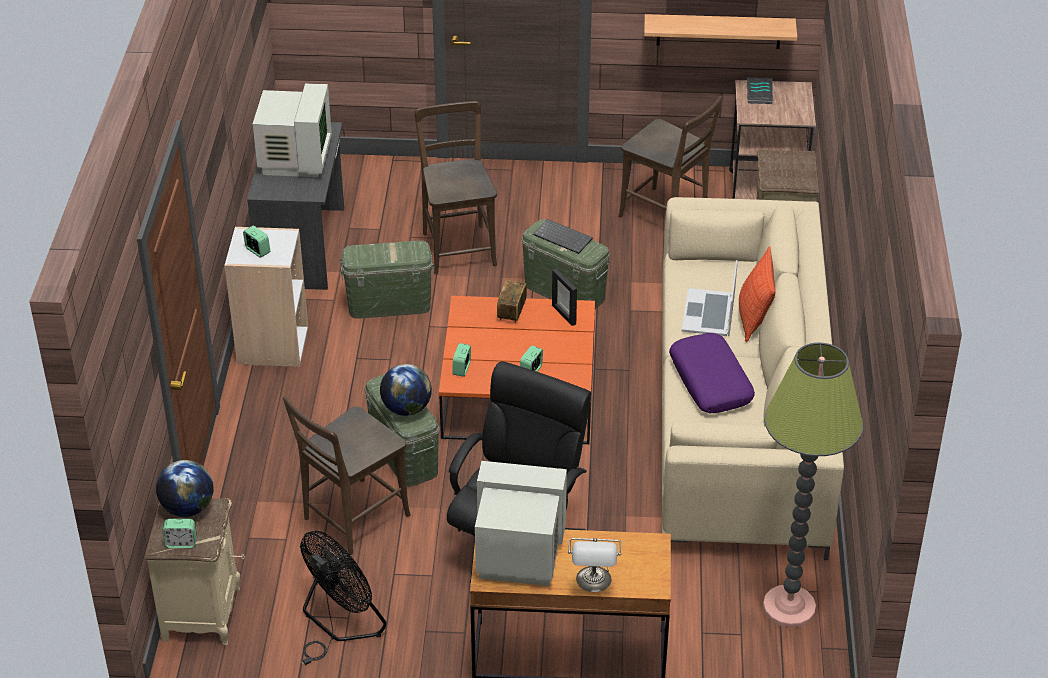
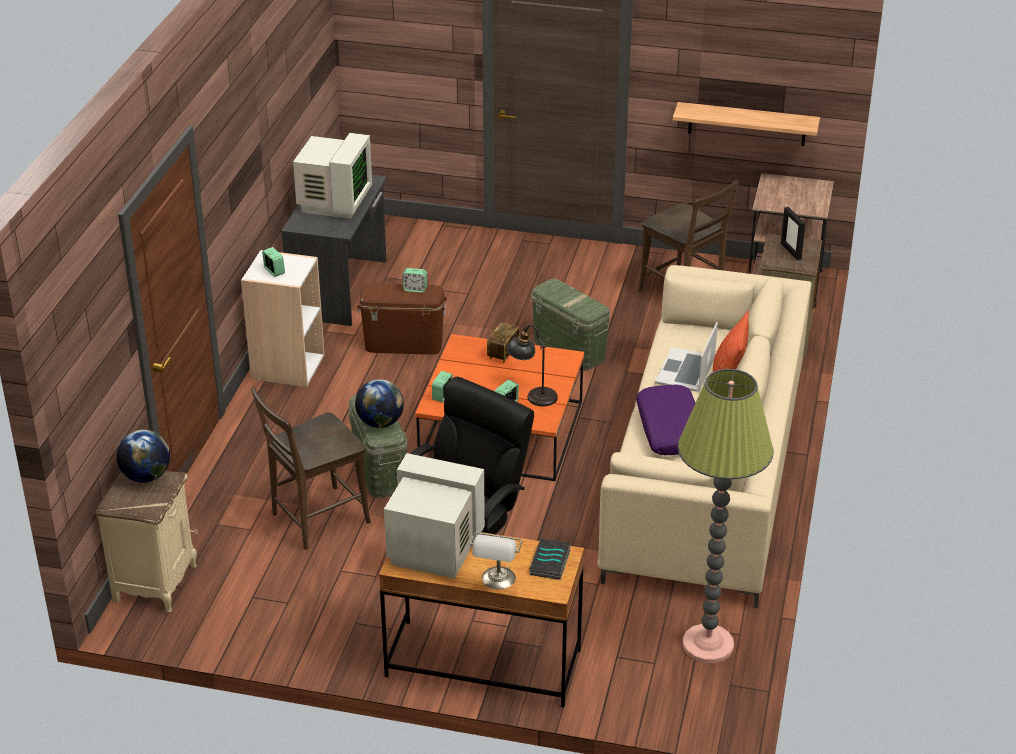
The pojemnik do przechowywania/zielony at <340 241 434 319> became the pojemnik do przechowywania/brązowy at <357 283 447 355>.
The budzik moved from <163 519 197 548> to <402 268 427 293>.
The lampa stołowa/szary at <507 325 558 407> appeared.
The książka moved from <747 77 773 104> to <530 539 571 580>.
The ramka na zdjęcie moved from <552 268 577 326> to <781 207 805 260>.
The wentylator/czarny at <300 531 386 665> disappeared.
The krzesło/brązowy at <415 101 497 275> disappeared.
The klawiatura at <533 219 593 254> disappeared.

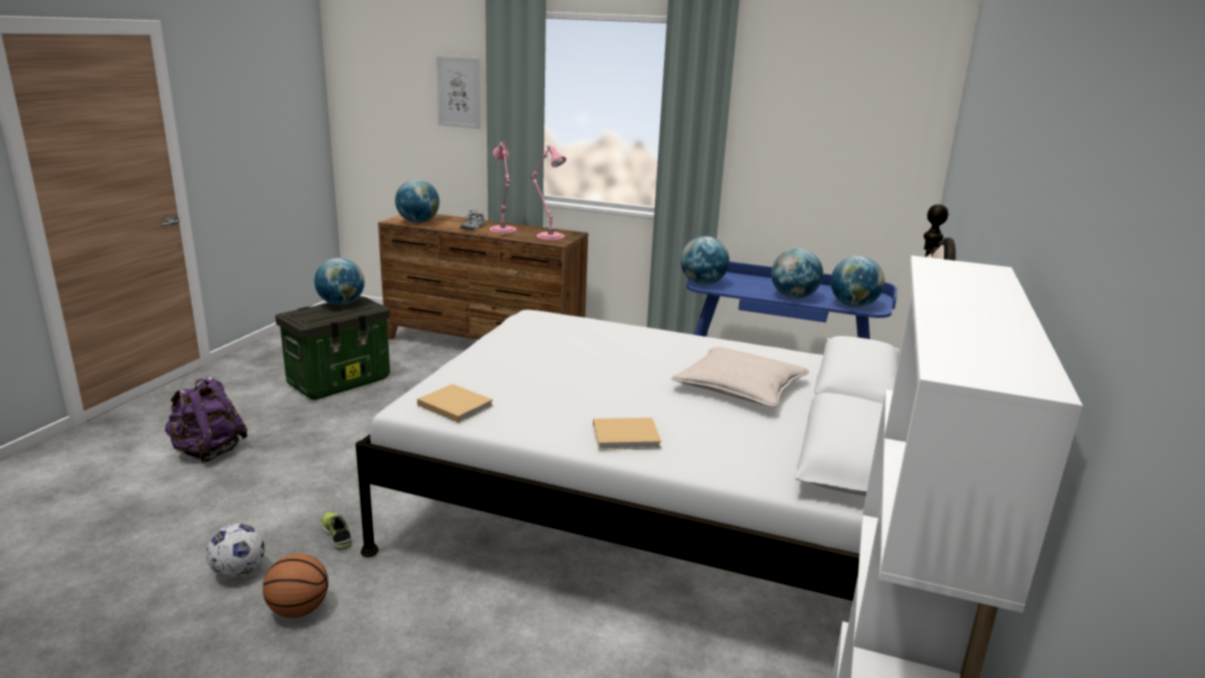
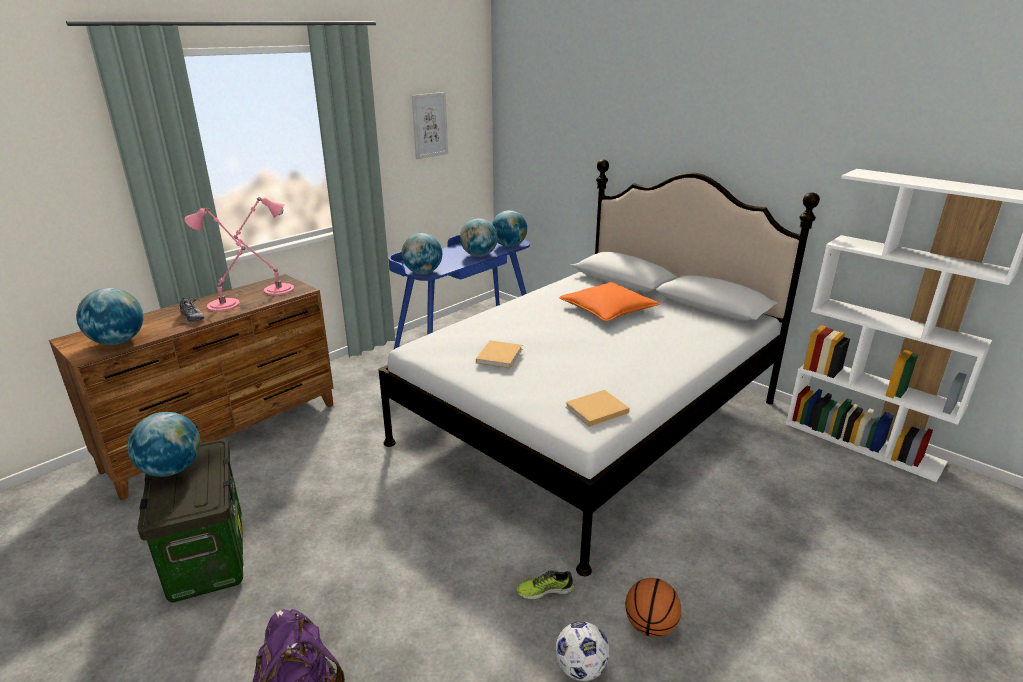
The obraz moved from <436 56 480 129> to <412 92 448 159>.
The książka/beżowy moved from <593 418 662 450> to <476 340 522 368>.
The poduszka/beżowy at <671 347 809 407> became the poduszka/pomarańczowy at <560 282 659 321>.

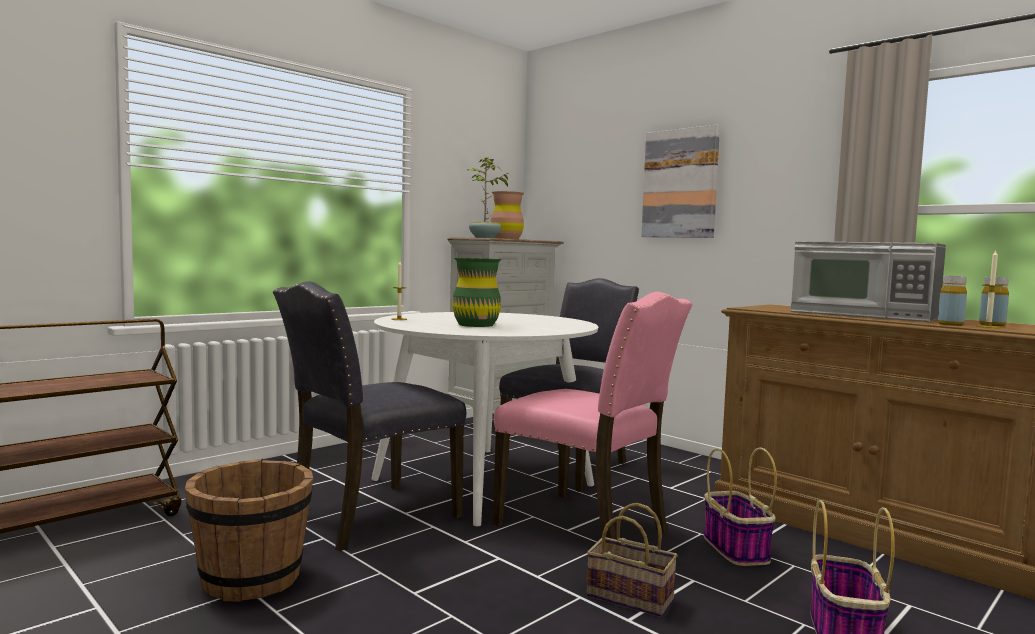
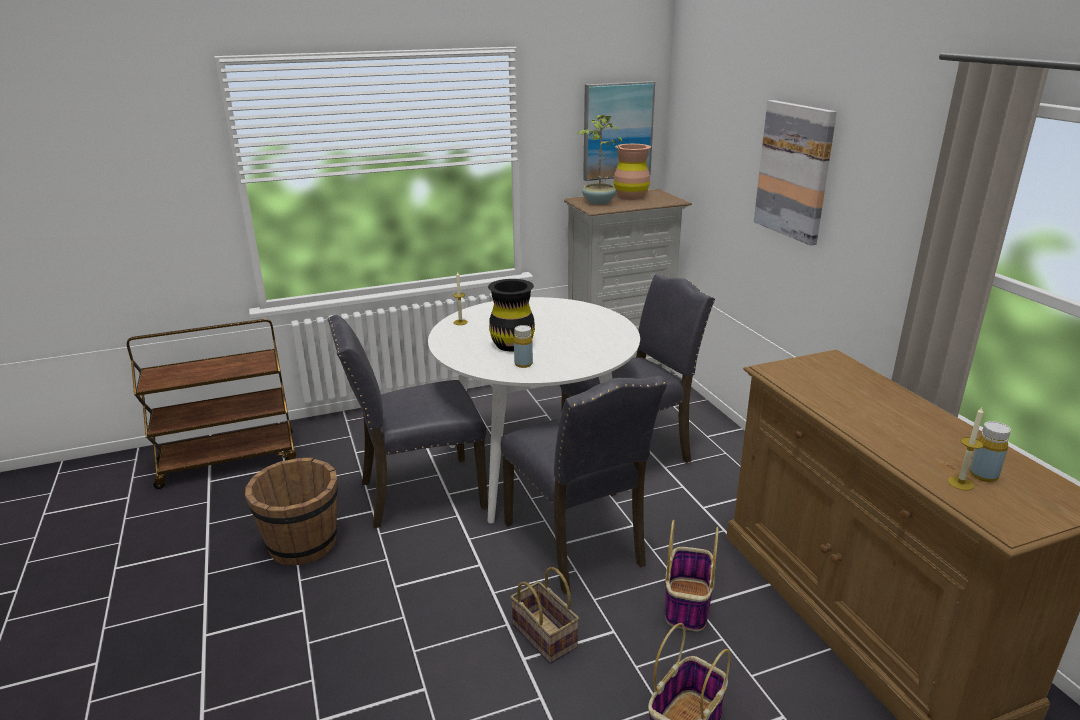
The wazon/zielony at <452 258 501 327> became the wazon/czarny at <488 279 535 351>.
The krzesło/różowy at <493 292 693 539> became the krzesło/szary at <501 376 667 594>.
The butelka/żółty moved from <938 276 967 326> to <514 325 533 368>.
The obraz at <583 81 655 181> appeared.
The mikrofalówka at <791 241 946 322> disappeared.

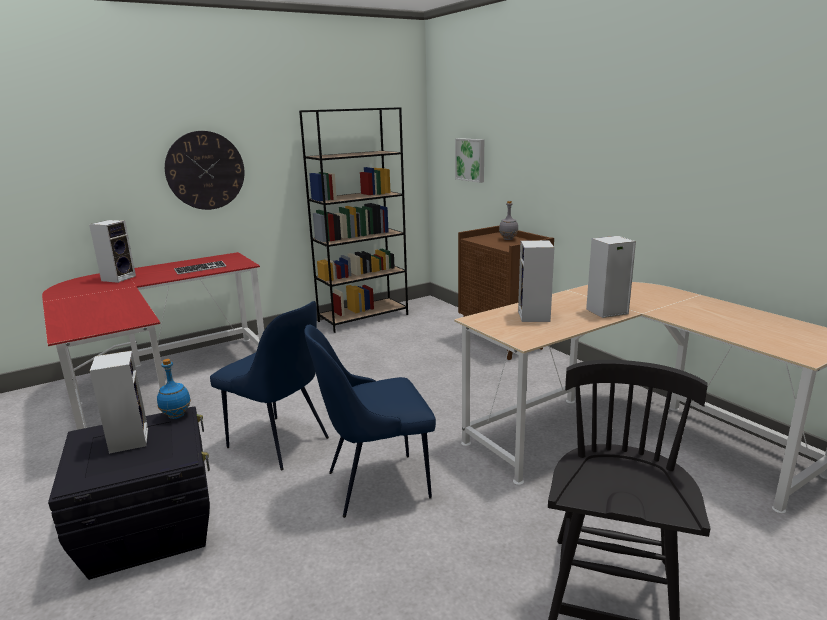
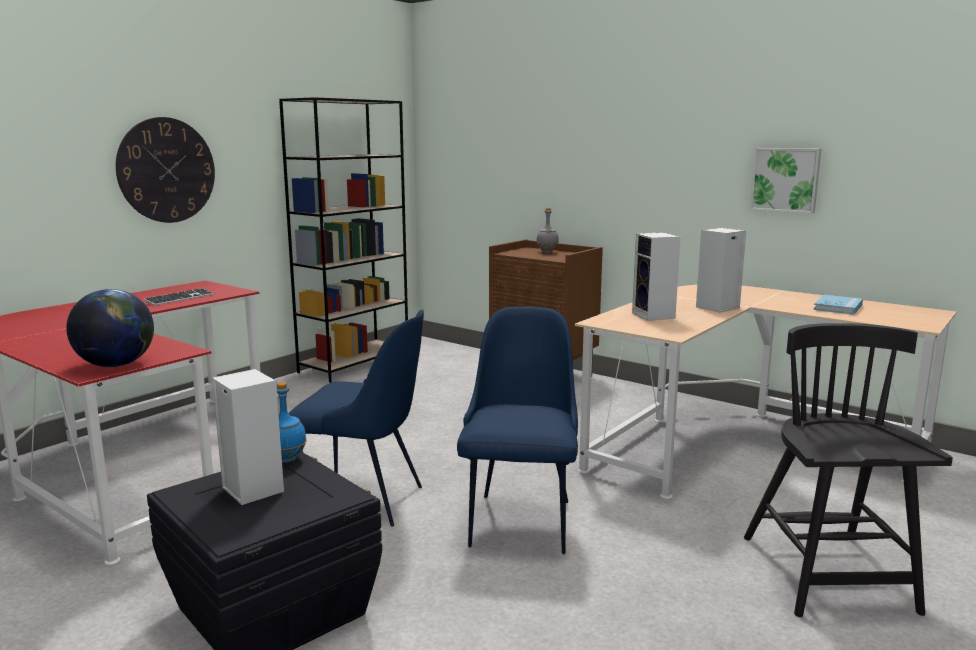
The globus at <66 289 154 367> appeared.
The krzesło/niebieski at <305 325 436 518> turned 135 degrees clockwise.
The obraz moved from <455 138 484 183> to <750 148 822 214>.
The książka/niebieski at <814 295 863 315> appeared.
The głośnik at <89 220 136 283> disappeared.

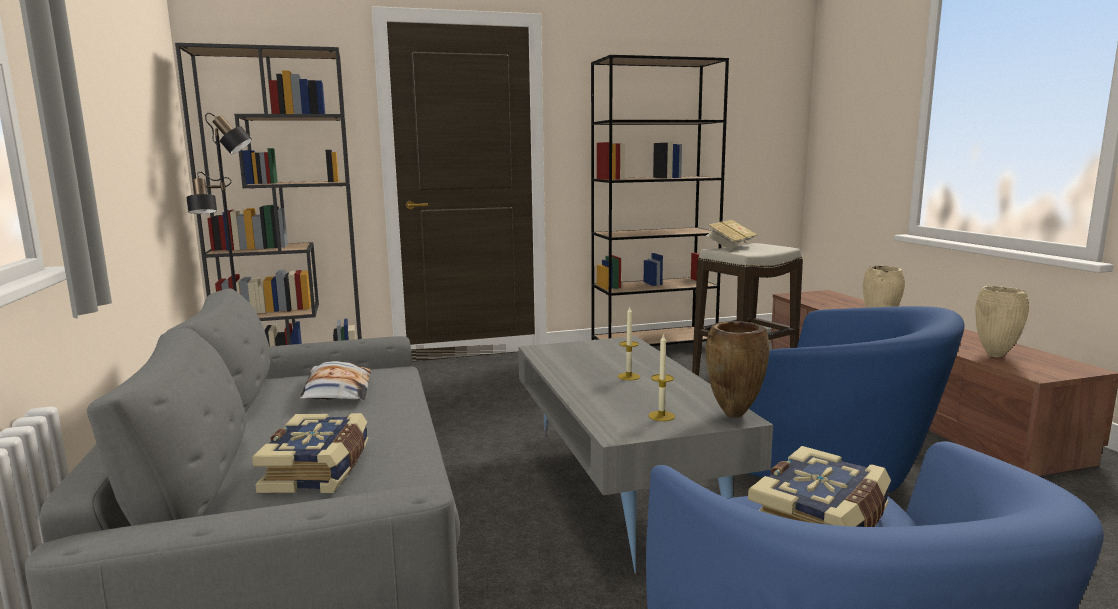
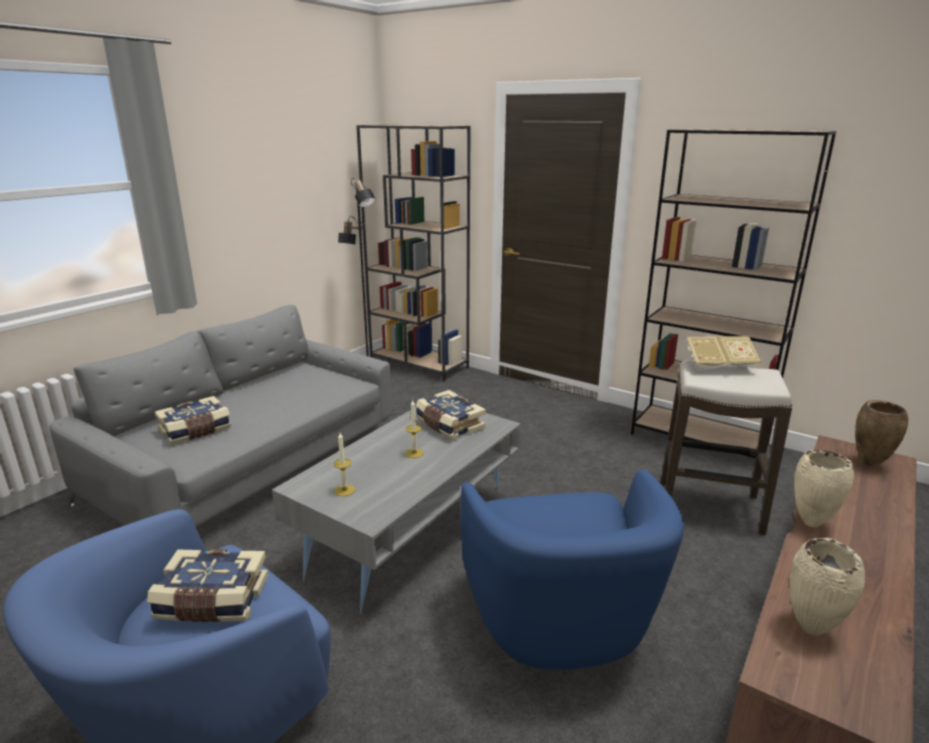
The książka at <416 390 486 440> appeared.
The wazon/brązowy moved from <706 321 769 418> to <855 400 908 467>.
The poduszka at <300 361 371 400> disappeared.

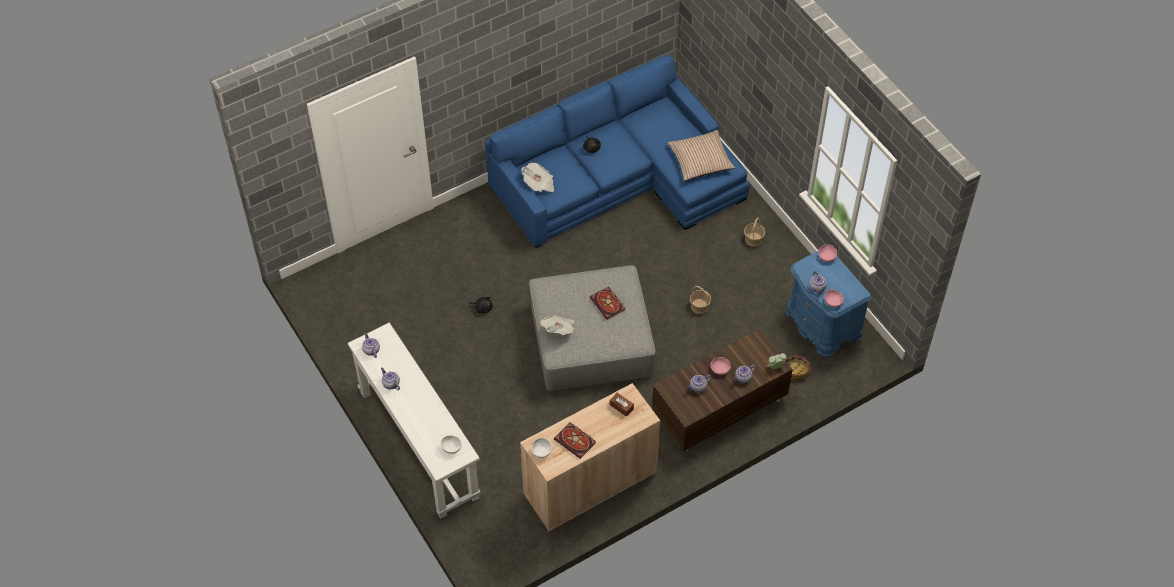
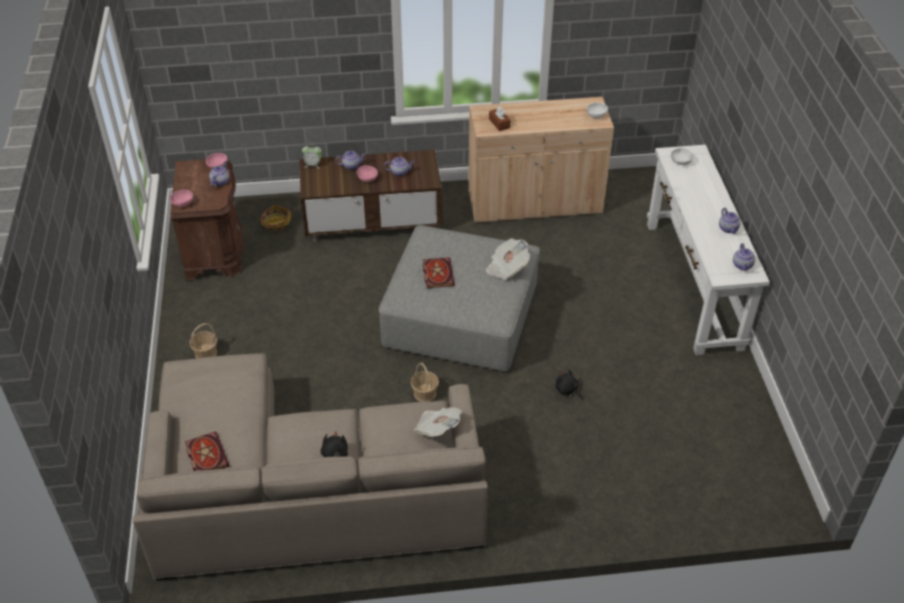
The kanapa/niebieski at <485 54 750 248> became the kanapa/beżowy at <133 353 488 580>.
The szafka nocna/niebieski at <786 251 872 356> became the szafka nocna/brązowy at <170 159 244 280>.
The książka moved from <554 422 596 459> to <185 431 229 471>.
The koszyk moved from <690 286 711 314> to <411 363 439 402>.
The poduszka at <668 130 735 181> disappeared.

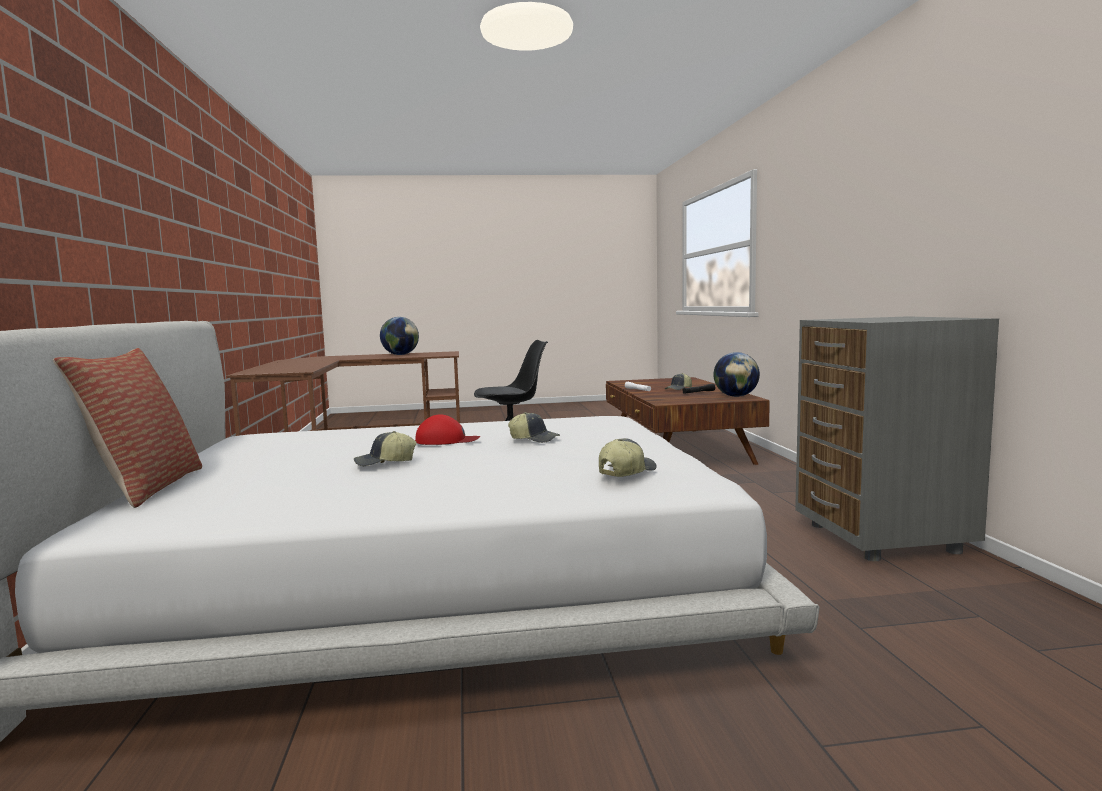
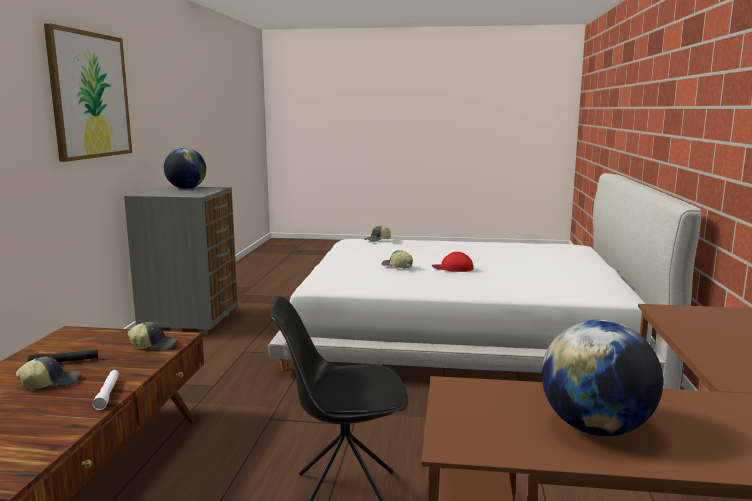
The obraz at <44 23 132 162> appeared.
The czapka z daszkiem moved from <354 431 417 466> to <128 322 178 350>.
The globus moved from <713 352 760 397> to <164 148 206 189>.
The poduszka at <53 348 202 508> disappeared.

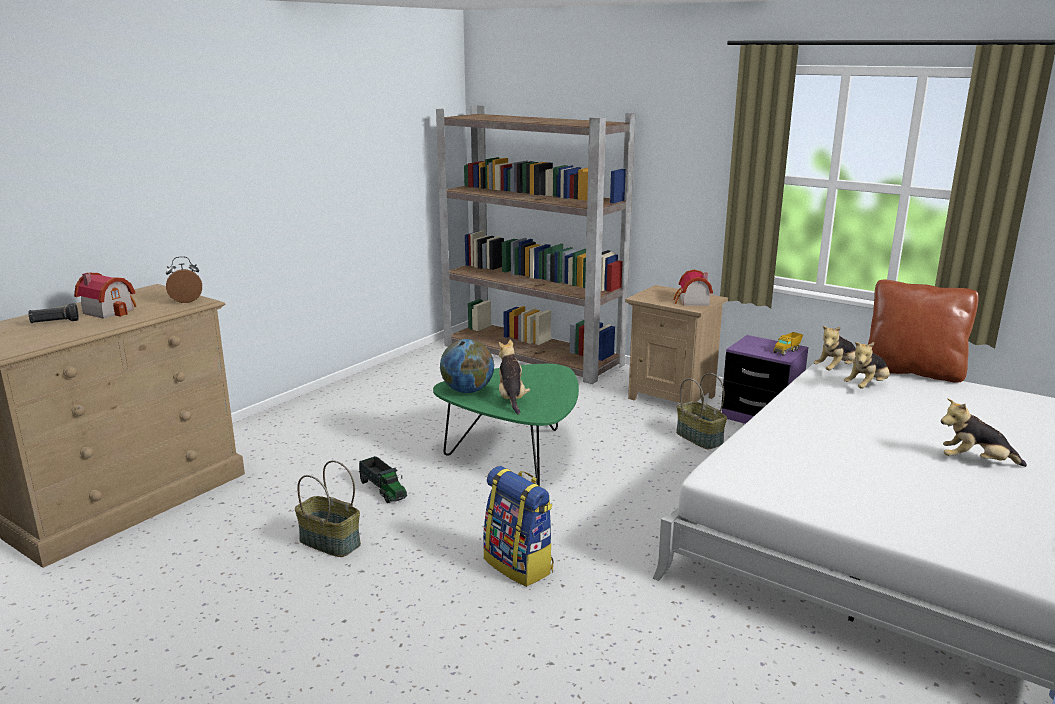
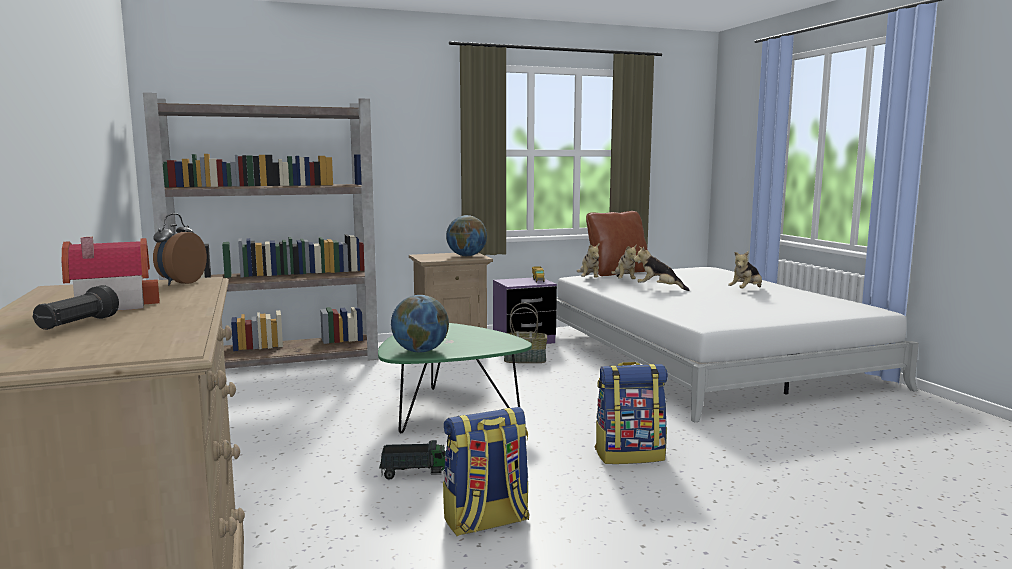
The koszyk at <295 460 361 557> was replaced by the plecak at <443 407 530 536>.
The domek at <673 269 713 306> was replaced by the globus at <446 215 487 256>.
The pluszak moved from <499 339 530 415> to <633 247 689 291>.

